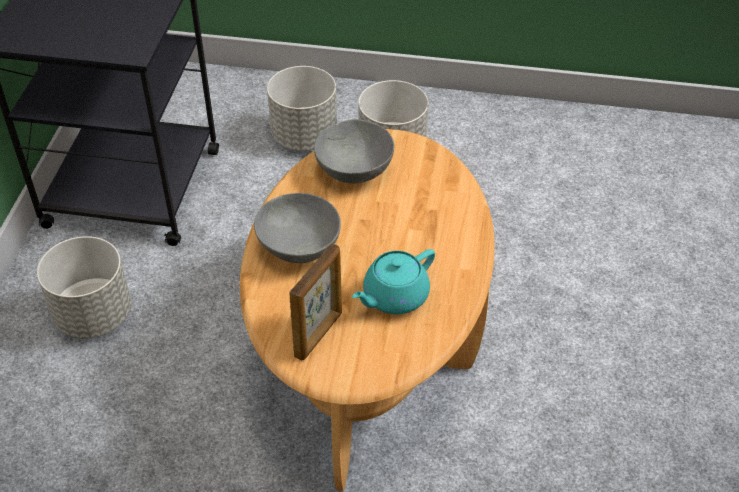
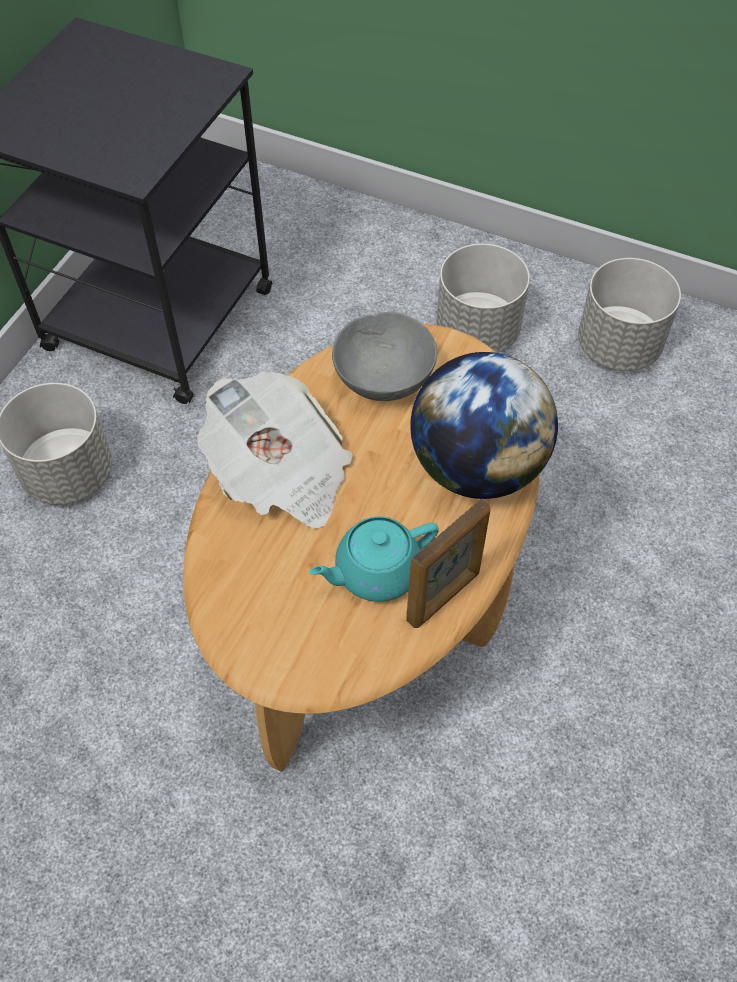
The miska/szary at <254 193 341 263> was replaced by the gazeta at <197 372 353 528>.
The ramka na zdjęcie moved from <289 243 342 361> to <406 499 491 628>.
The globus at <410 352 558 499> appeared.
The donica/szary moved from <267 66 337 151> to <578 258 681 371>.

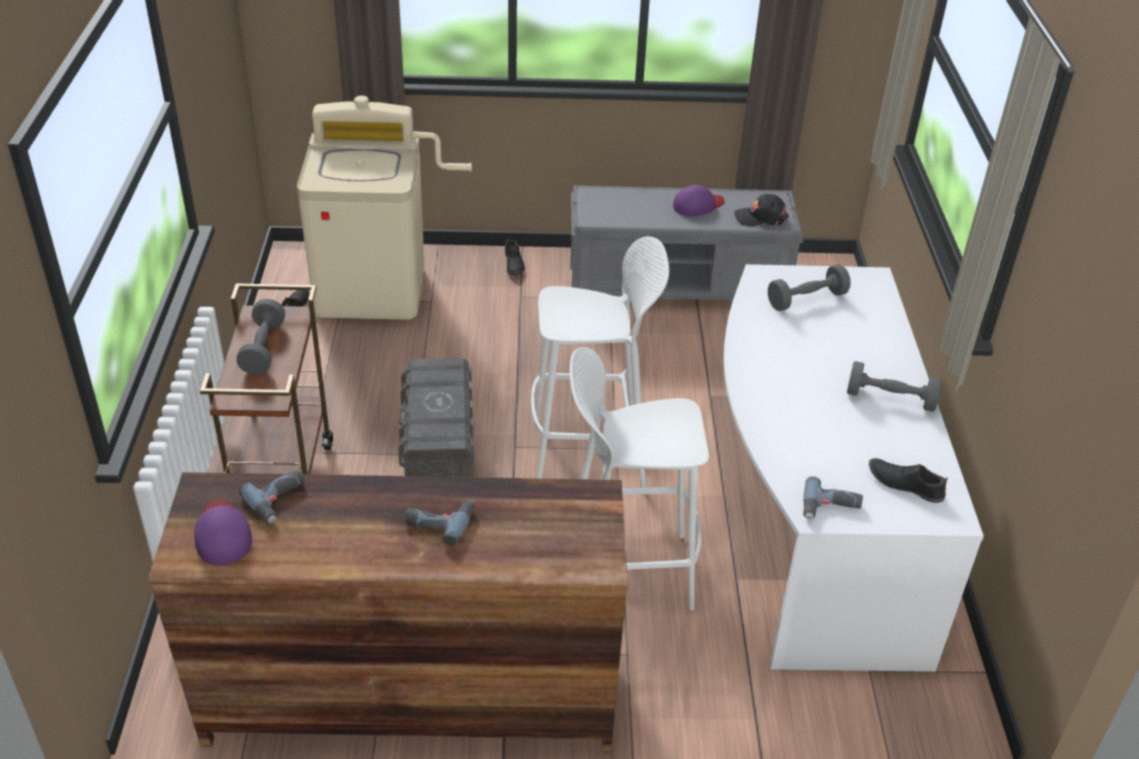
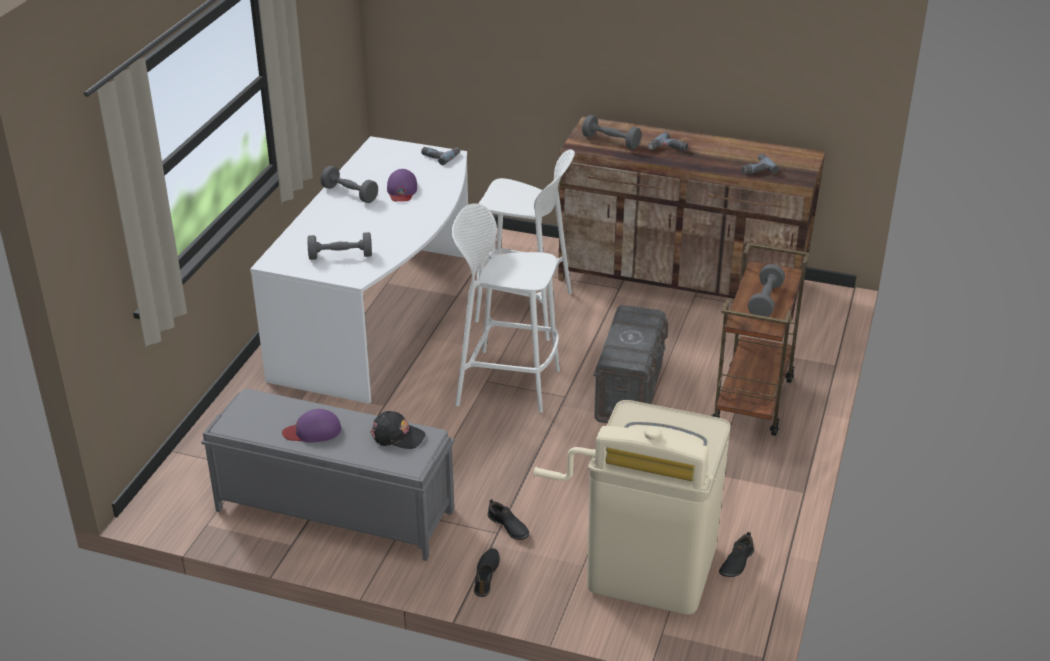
The czapka z daszkiem/czarny moved from <734 194 788 226> to <370 411 425 449>.
The czapka z daszkiem/fioletowy moved from <194 500 252 565> to <387 169 417 202>.
The but/czarny moved from <869 458 948 503> to <487 499 530 540>.
The hantel/szary at <582 115 641 150> appeared.

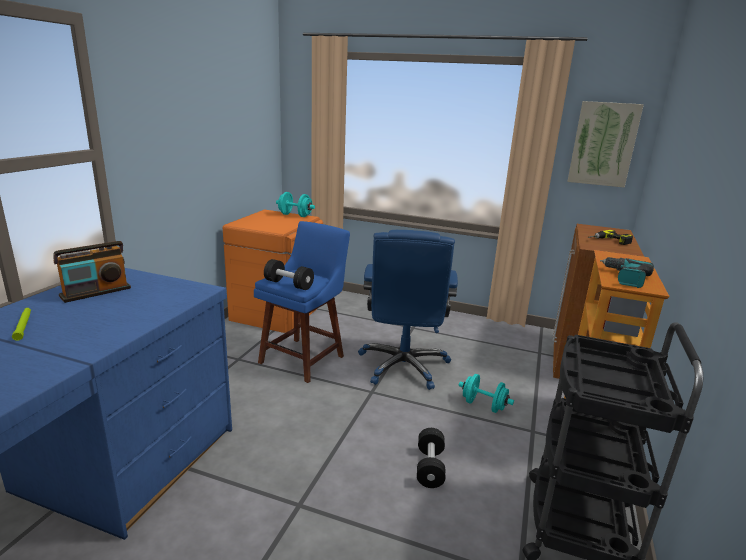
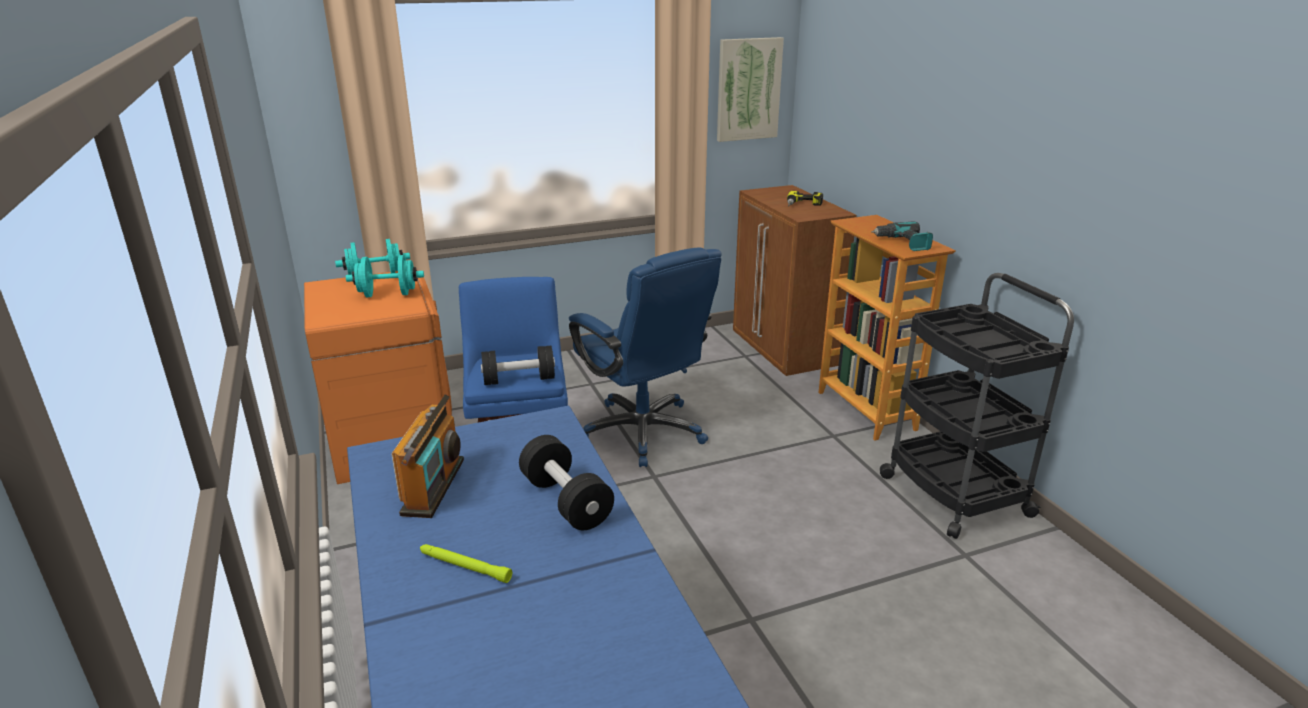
The hantel/turkusowy moved from <459 374 514 413> to <346 255 424 297>.
The hantel/czarny moved from <417 428 445 488> to <519 435 614 530>.

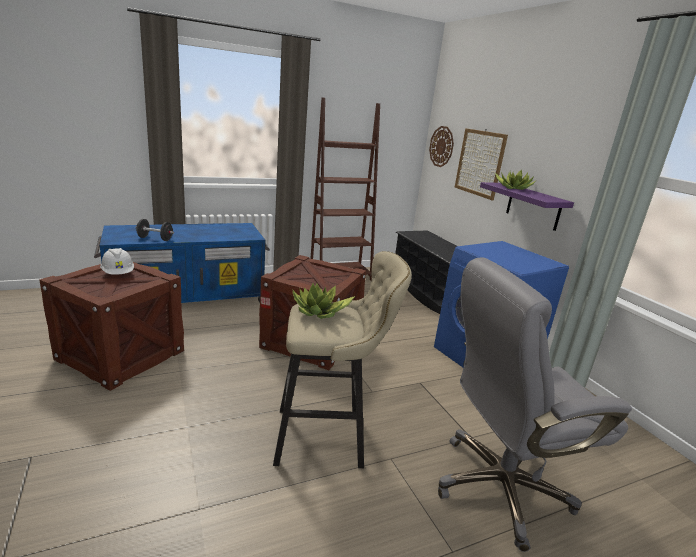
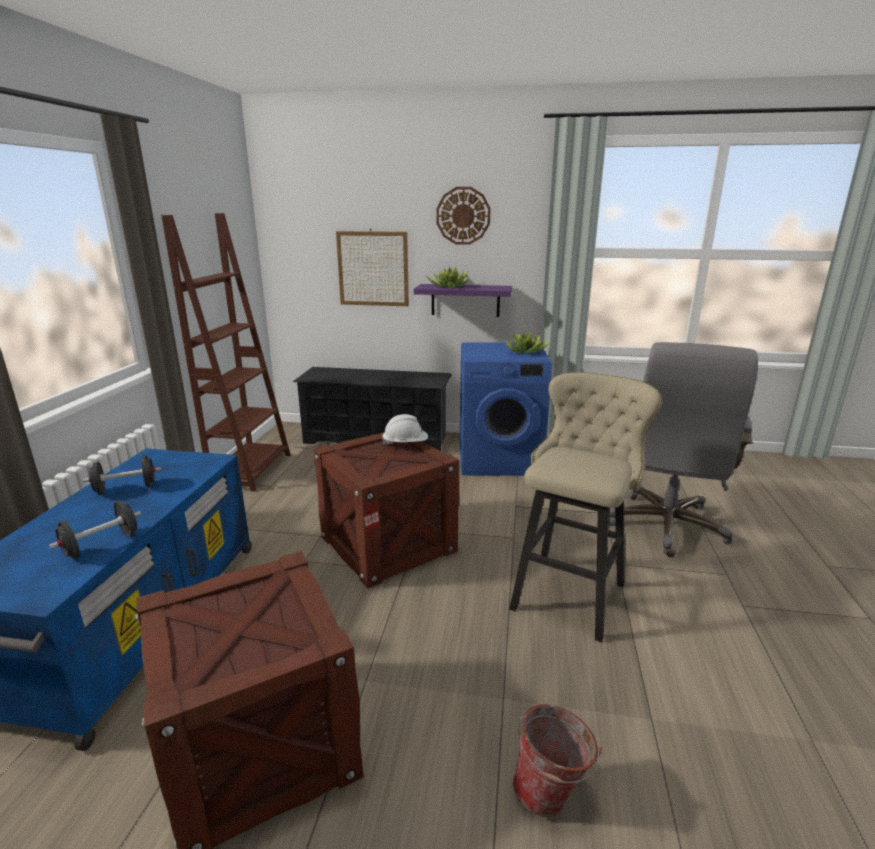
The hantel/czarny at <83 455 161 495> appeared.
The kask/biały moved from <100 248 134 275> to <382 414 428 445>.
The zegar ścienny moved from <429 126 454 167> to <436 187 491 245>.
The roślina doniczkowa moved from <292 284 355 319> to <505 332 550 354>.
The wiadro at <513 704 602 817> appeared.

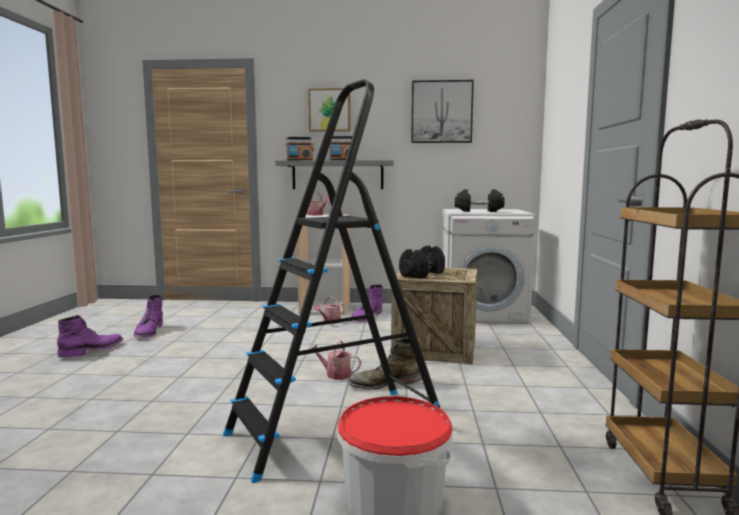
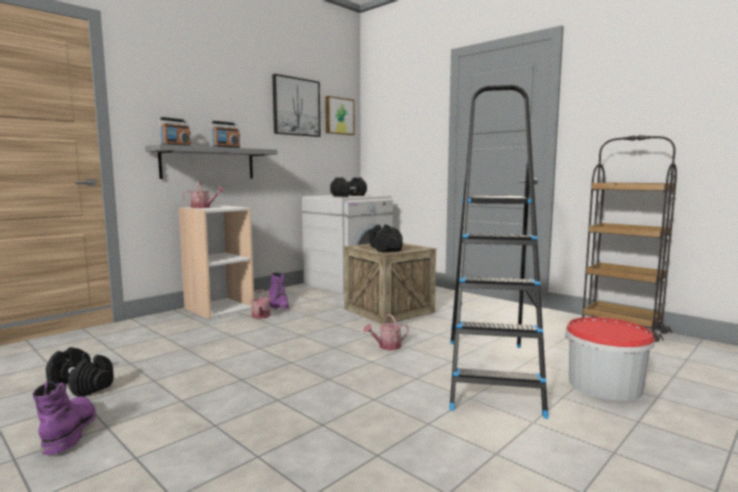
The but z cholewką/fioletowy at <133 295 163 338> was replaced by the hantel/czarny at <46 347 114 397>.
The obraz moved from <309 88 350 132> to <325 96 354 135>.
The but z cholewką/zielony at <348 338 422 390> disappeared.

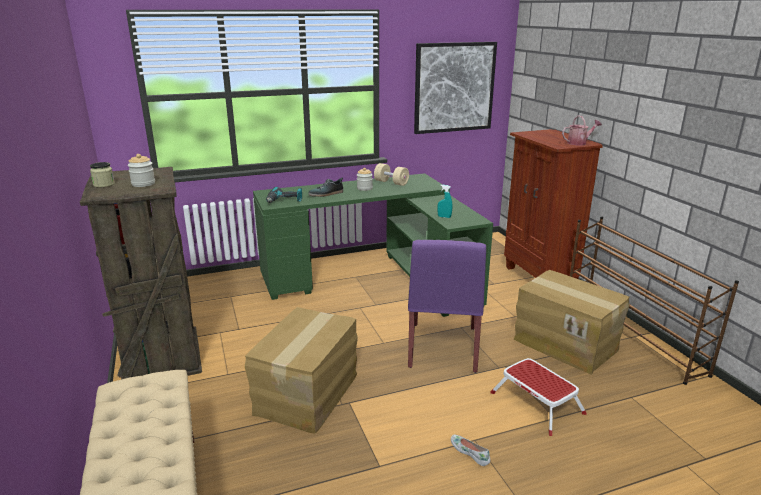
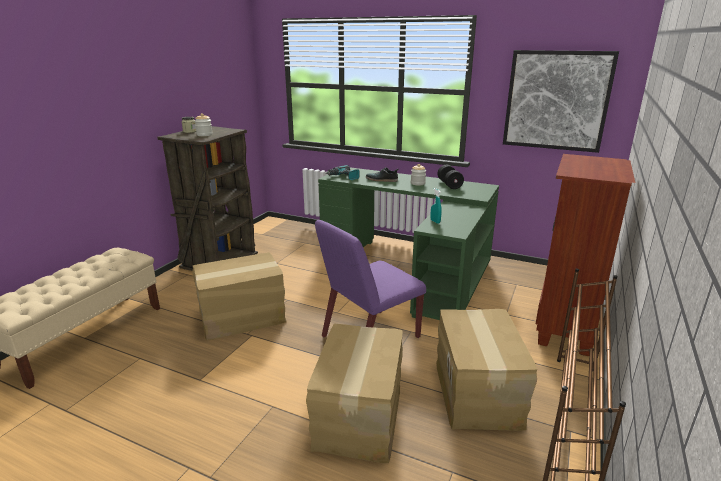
The drabinka/czerwony at <490 358 587 436> was replaced by the karton at <306 324 403 463>.
The hantel/beżowy at <374 163 409 186> became the hantel/czarny at <438 165 464 189>.
The but/biały at <451 434 490 466> disappeared.
The konewka at <562 115 602 145> disappeared.

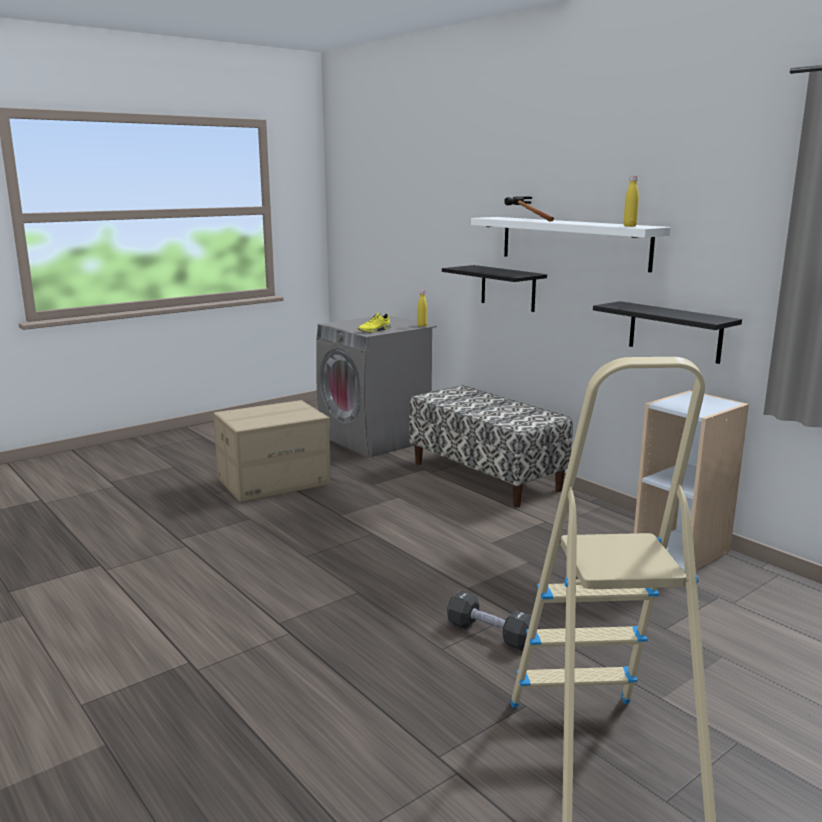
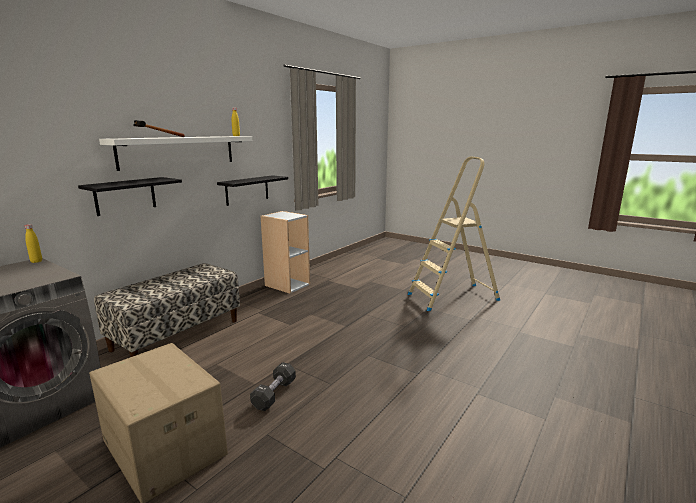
The hantel/czarny moved from <447 590 531 651> to <250 362 296 411>.
The but/żółty at <358 313 391 332> disappeared.

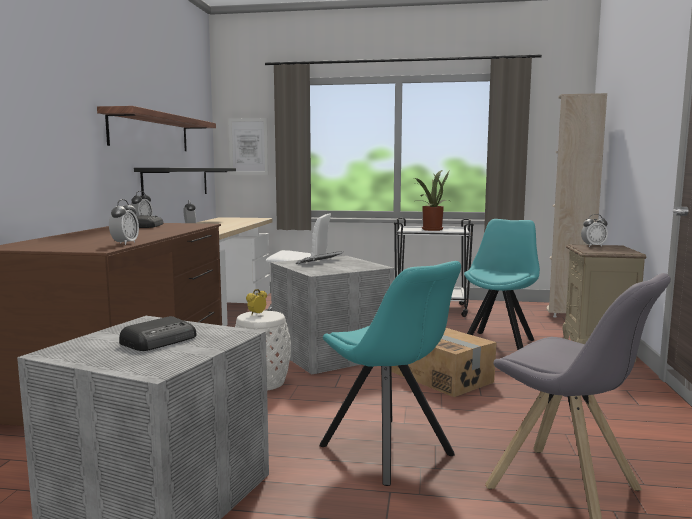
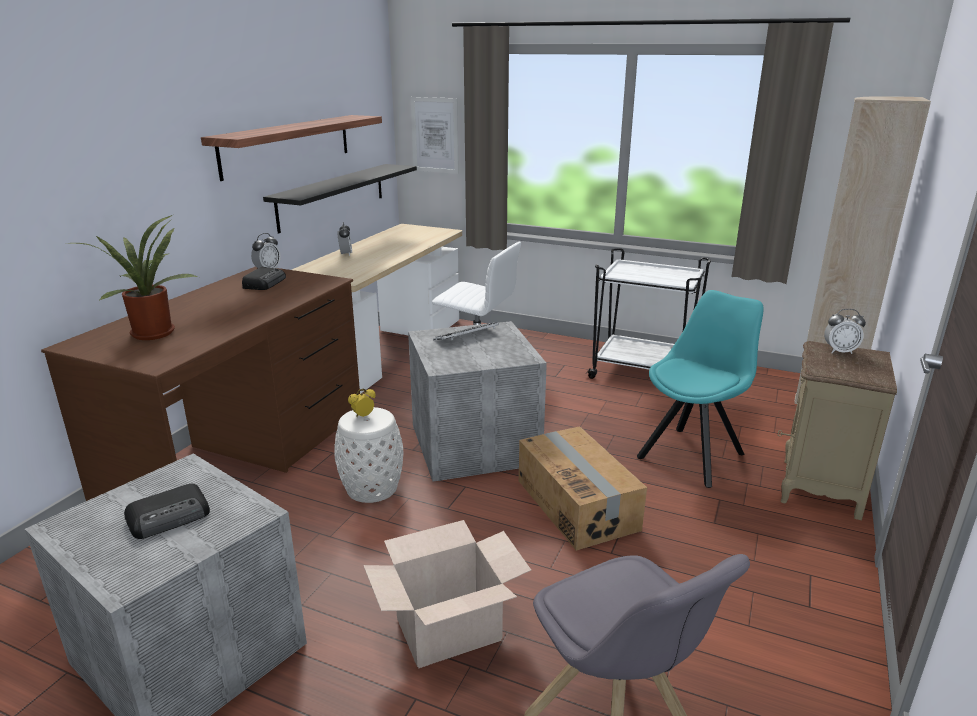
The roślina doniczkowa moved from <414 170 451 231> to <65 215 197 340>.
The krzesło/turkusowy at <319 261 461 486> was replaced by the karton at <363 520 531 668>.
The budzik at <109 199 139 245> disappeared.

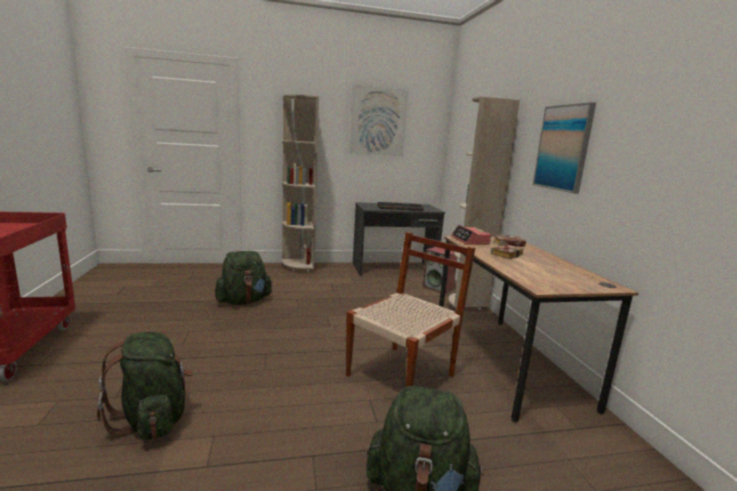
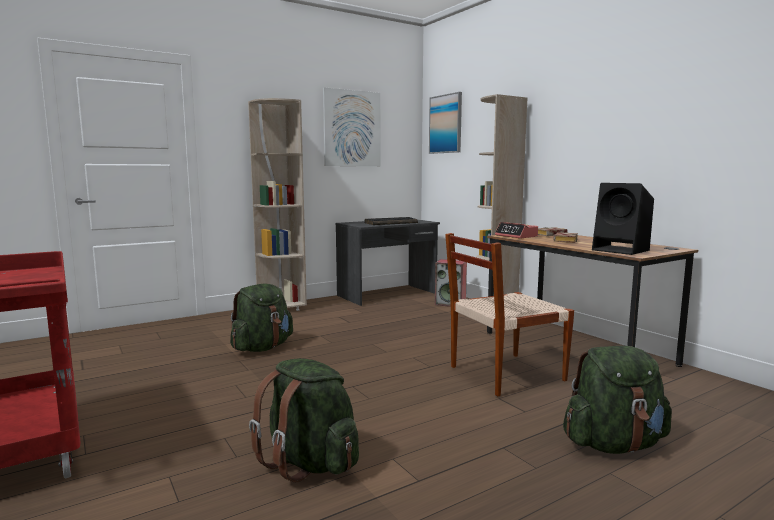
The obraz moved from <533 102 596 194> to <429 92 462 154>.
The krzesło at <346 232 475 387> turned 135 degrees counterclockwise.
The głośnik/czarny at <592 183 654 255> appeared.

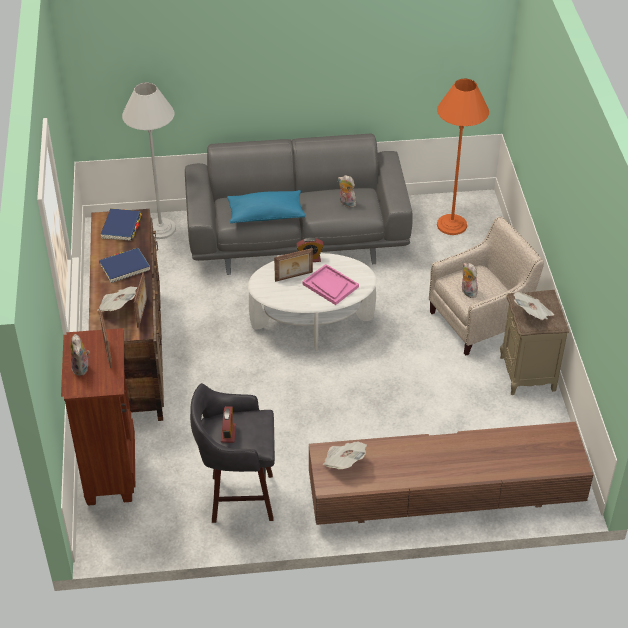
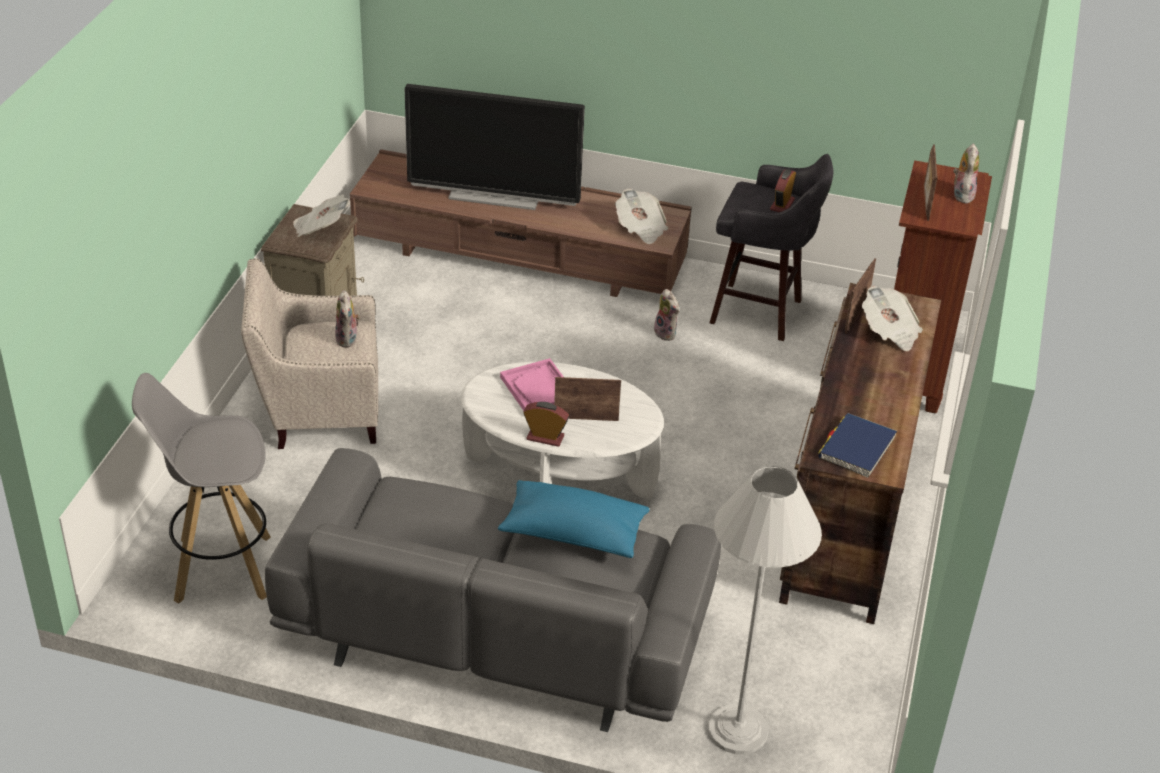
The lampa stojąca/pomarańczowy at <437 79 489 235> was replaced by the stołek/szary at <132 373 271 604>.
The telewizor at <405 84 585 210> appeared.
The pluszak moved from <338 175 356 208> to <654 289 679 341>.
The książka/niebieski at <99 248 150 283> disappeared.

